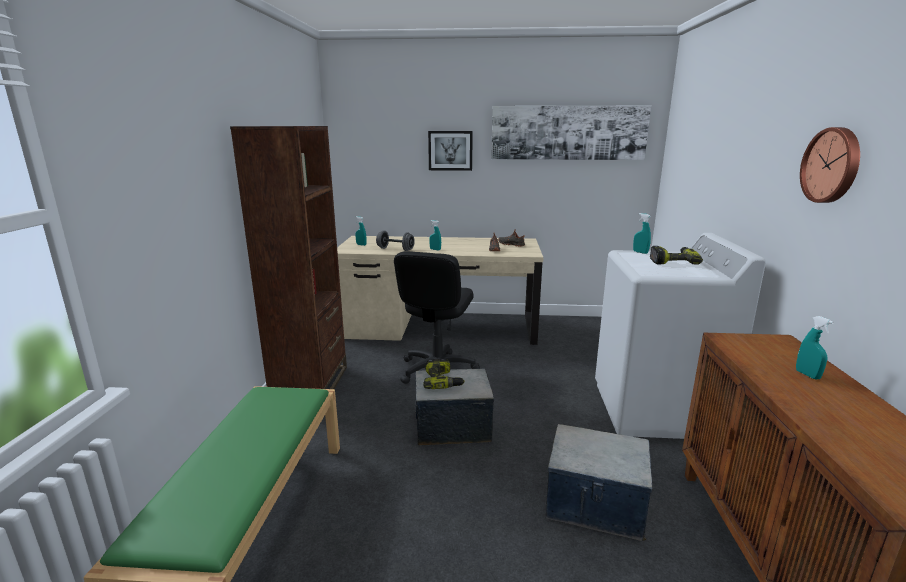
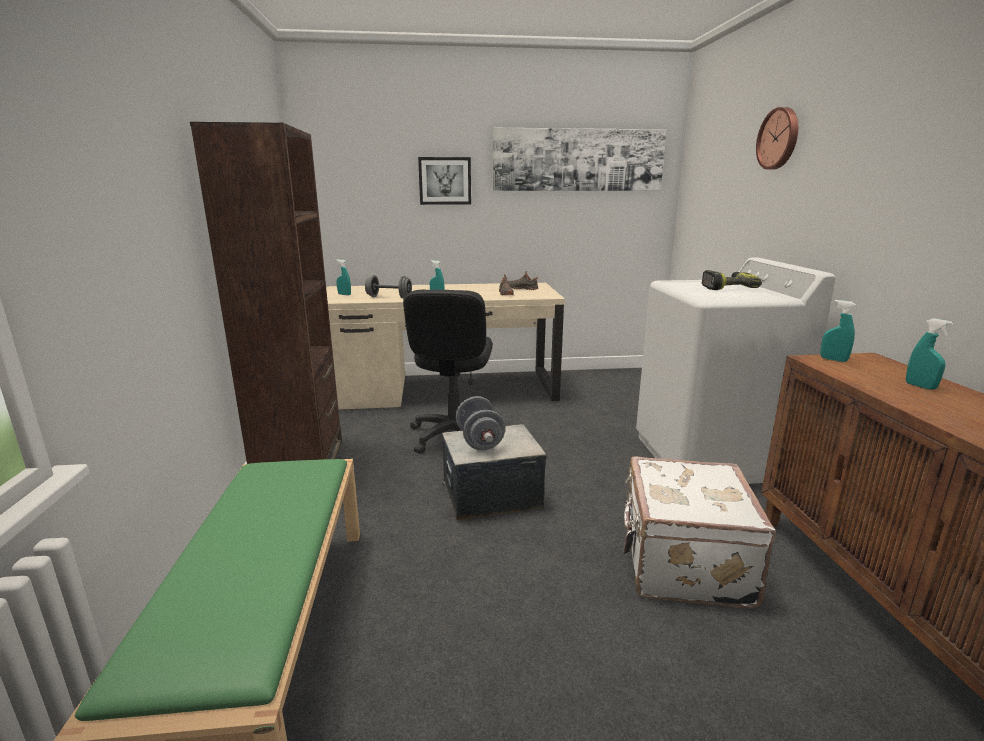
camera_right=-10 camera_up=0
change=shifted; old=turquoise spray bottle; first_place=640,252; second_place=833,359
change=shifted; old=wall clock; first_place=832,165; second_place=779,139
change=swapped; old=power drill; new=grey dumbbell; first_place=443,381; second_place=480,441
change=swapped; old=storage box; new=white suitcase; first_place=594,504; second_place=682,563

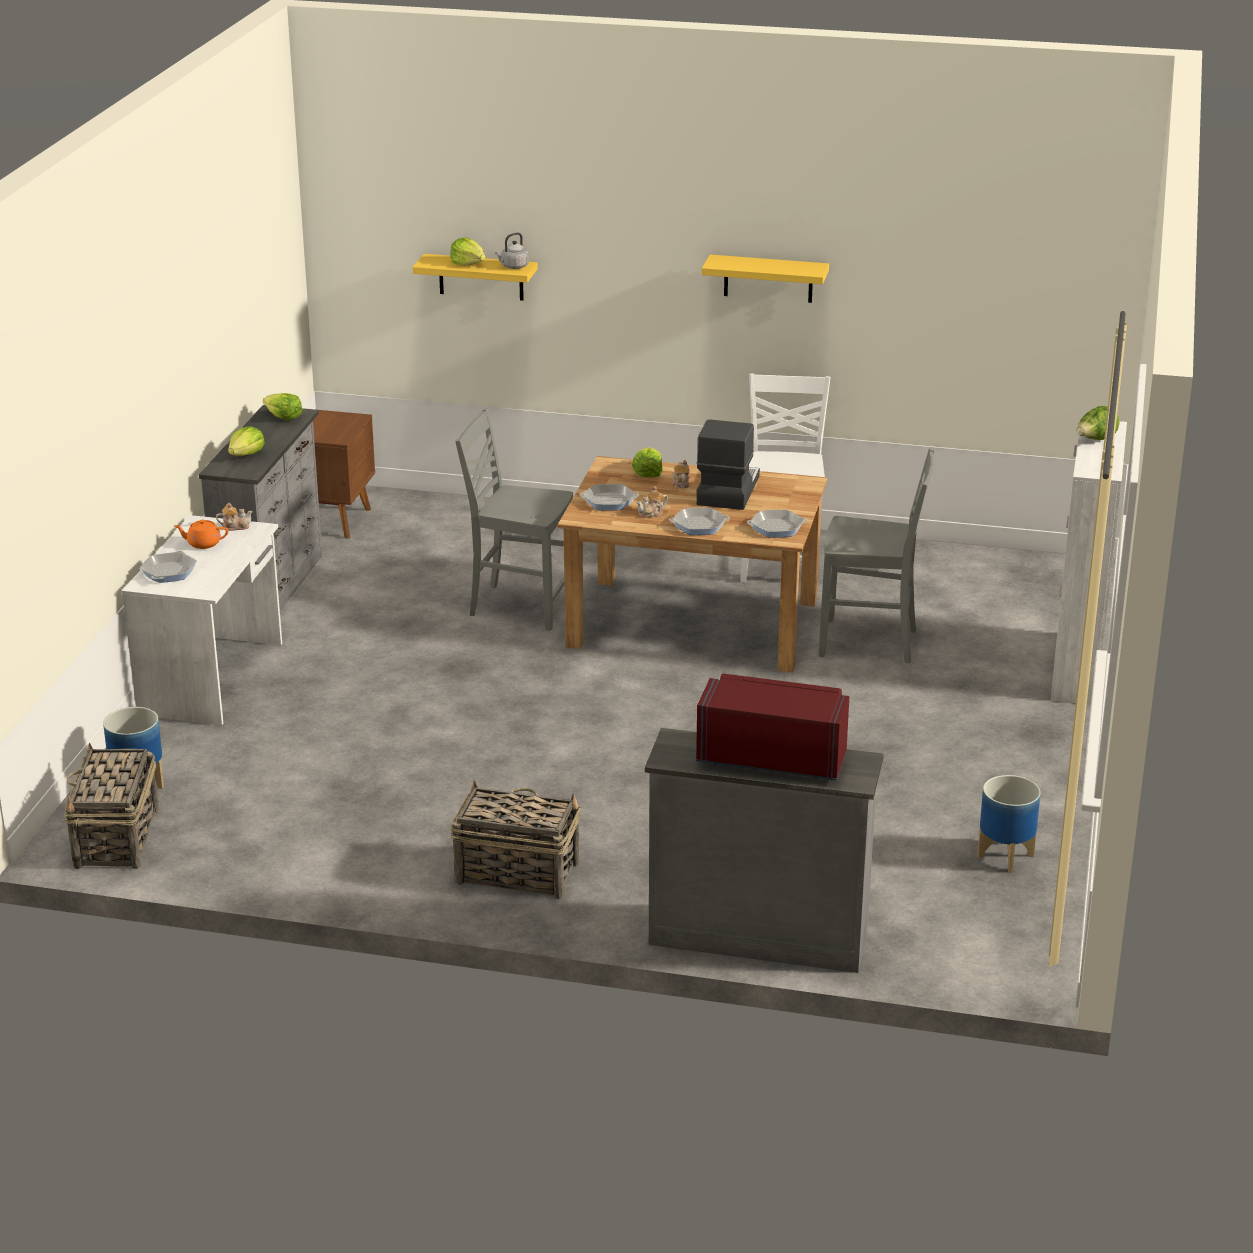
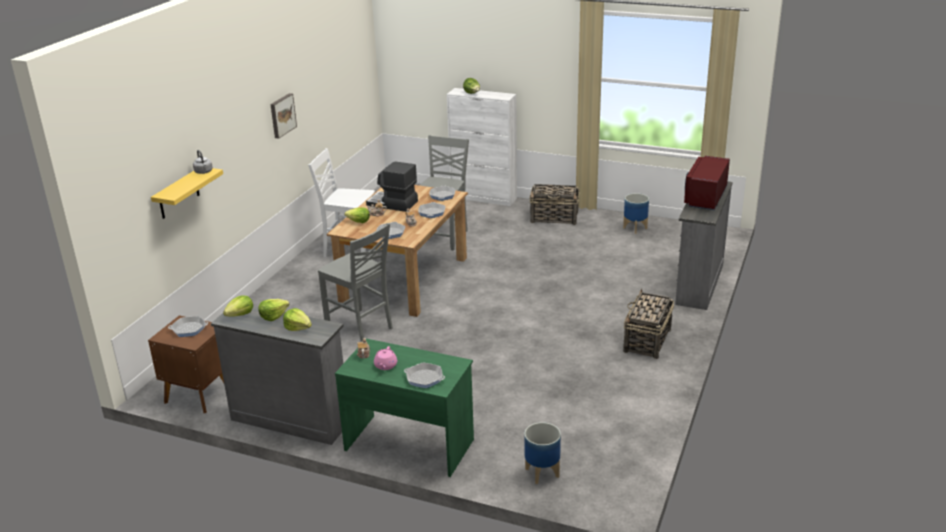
camera_right=-80 camera_up=0
change=new; new=frying pan; second_place=189,329
change=shifted; old=basket; first_place=116,839; second_place=554,218
change=shifted; old=lettuce; first_place=468,264; second_place=273,316
change=swapped; old=yellow shelf; new=picture; first_place=768,278; second_place=282,115
change=repainted; old=white desk; new=green desk; first_place=214,678; second_place=409,444
change=repainted; old=orange teapot; new=pink teapot; first_place=203,544; second_place=385,366
change=rotated; old=grey chair; first_place=519,606; second_place=360,328; degrees=-75

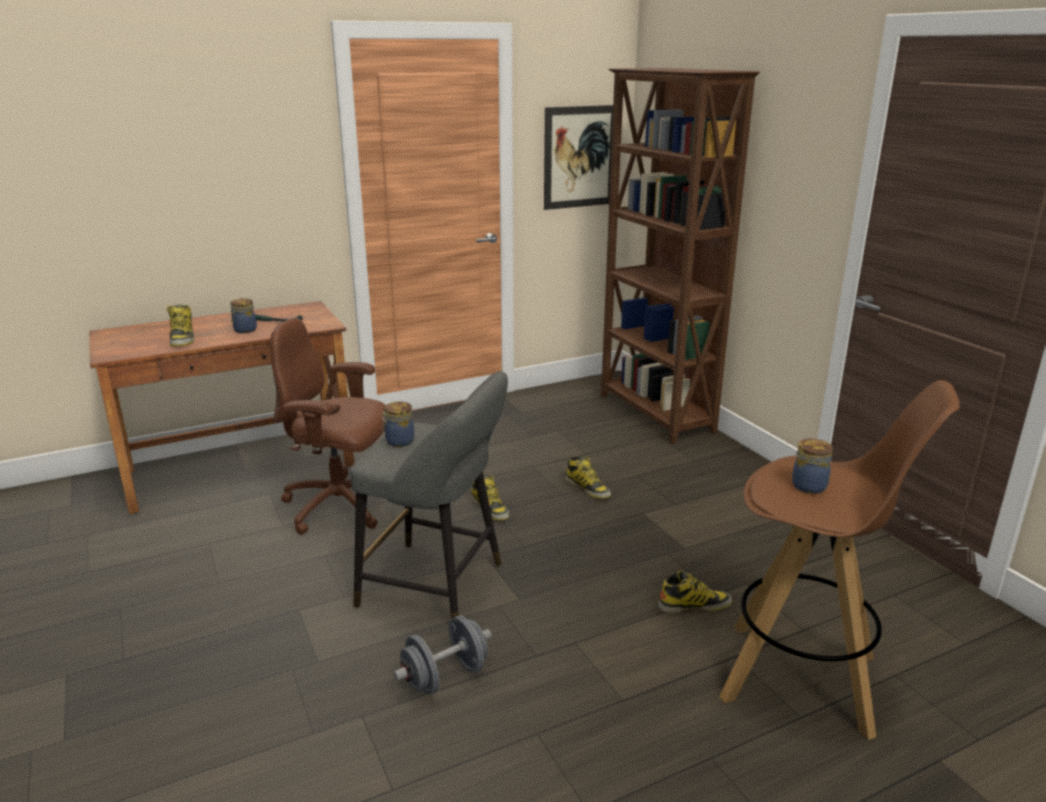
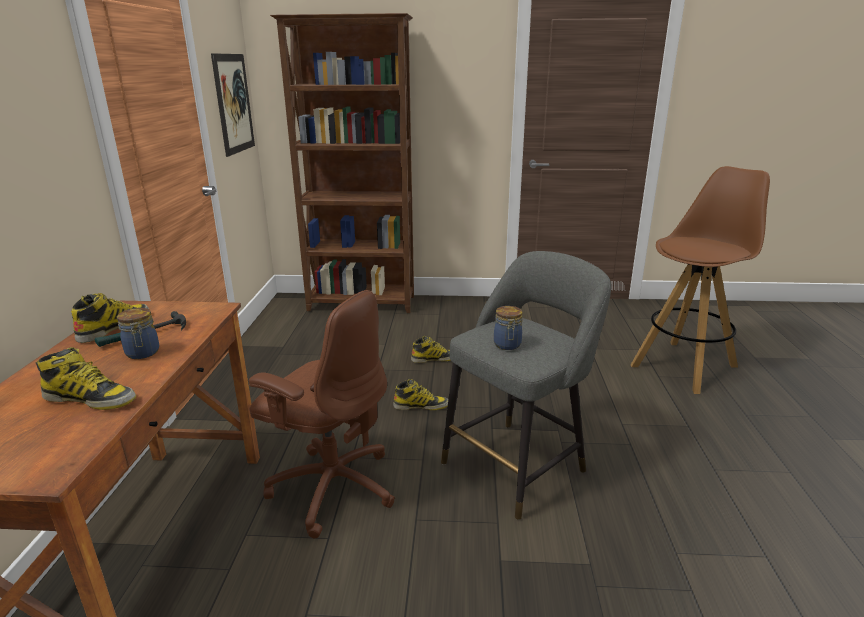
camera_right=-60 camera_up=0
change=gone; old=grey dumbbell; first_place=445,676
change=gone; old=jar; first_place=808,485
change=shifted; old=boot; first_place=694,605; second_place=114,327
change=rotated; old=brown office chair; first_place=340,506; second_place=332,486; degrees=-105

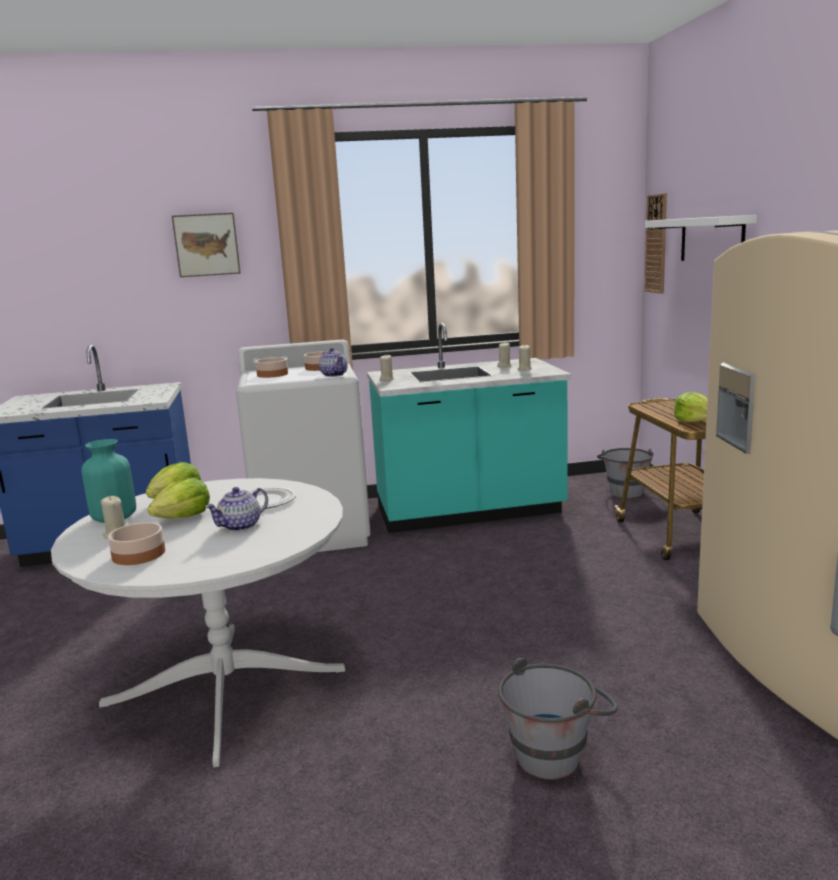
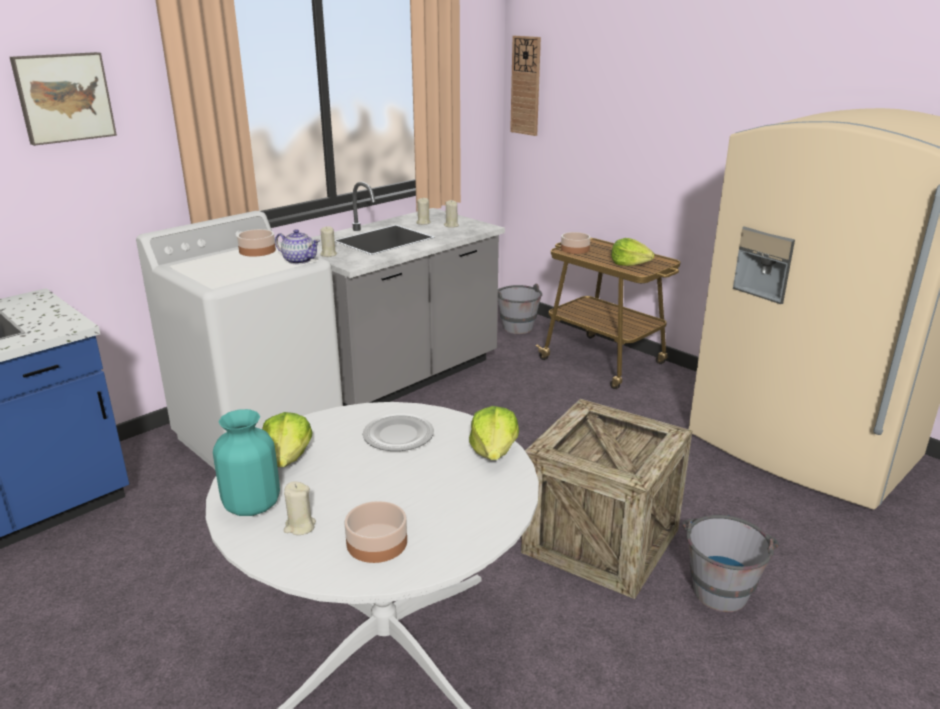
camera_right=-35 camera_up=10
change=gone; old=teapot; first_place=241,526
change=gone; old=white shelf; first_place=711,239
change=new; new=crate; second_place=601,541
change=shifted; old=lettuce; first_place=183,517; second_place=494,451
change=shifted; old=bowl; first_place=272,374; second_place=574,249
change=repainted; old=turquoise counter; new=grey counter; first_place=469,512; second_place=402,378

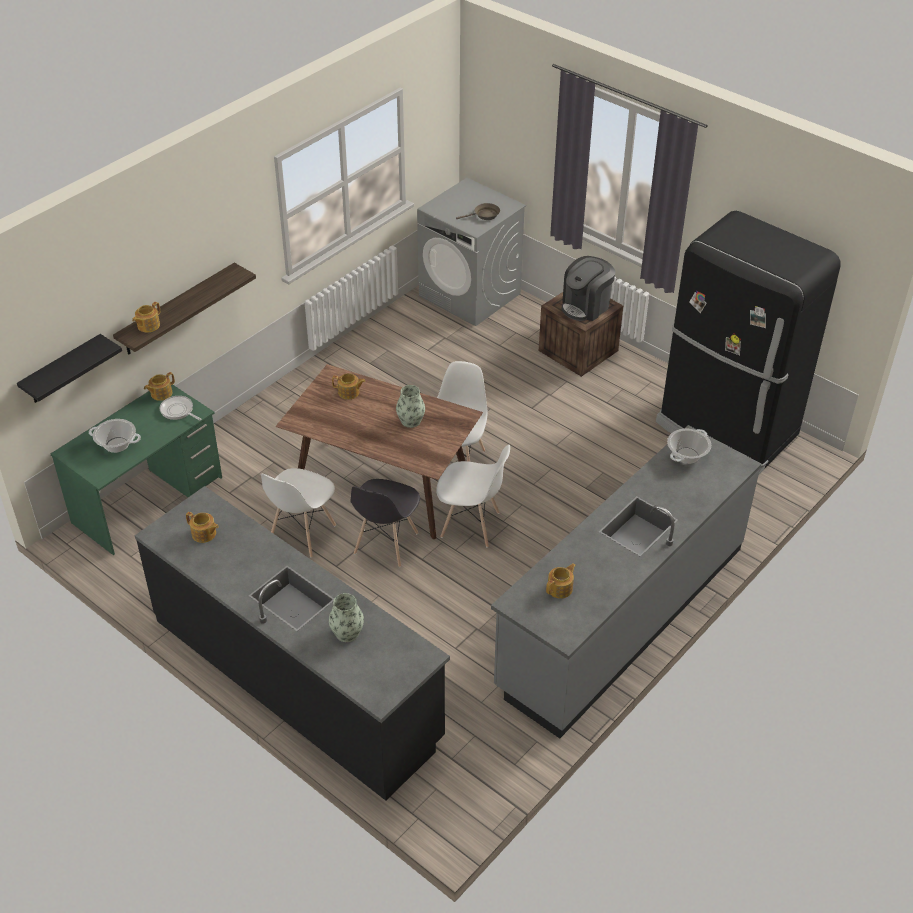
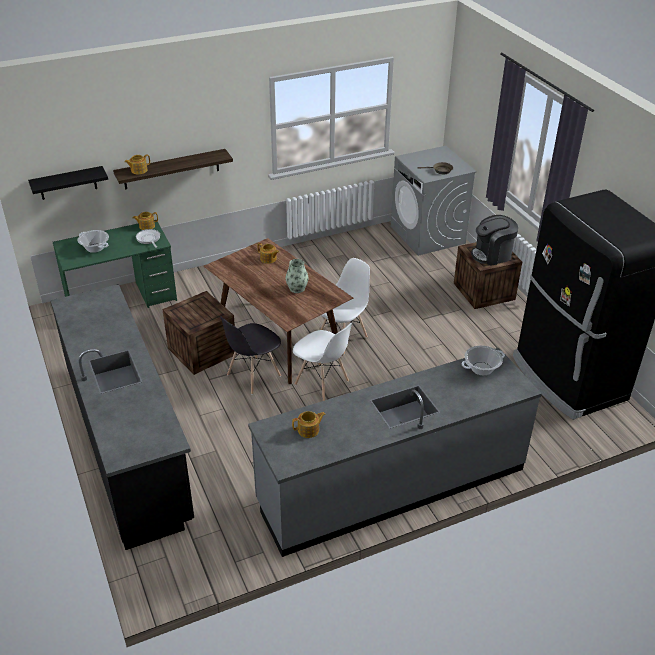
camera_right=25 camera_up=-5
change=gone; old=teapot; first_place=204,534
change=gone; old=vase; first_place=347,632
change=swapped; old=white chair; new=crate; first_place=302,533; second_place=202,351

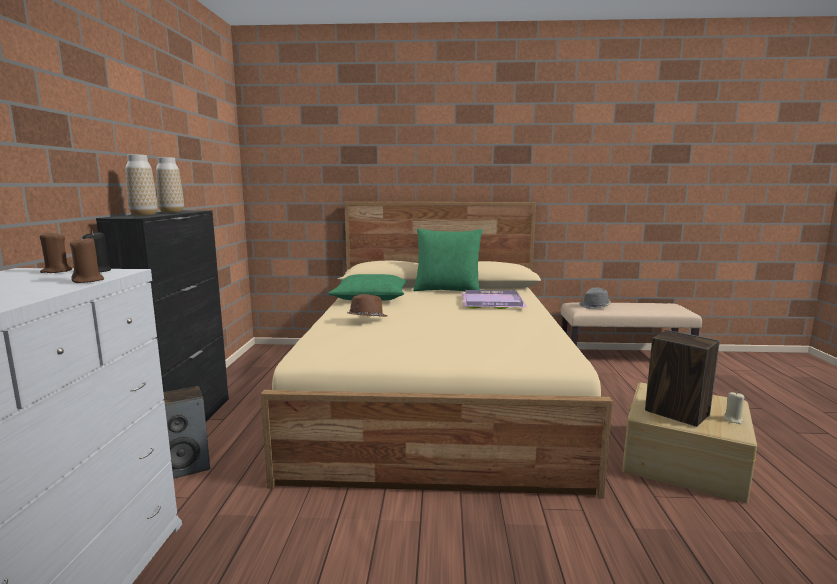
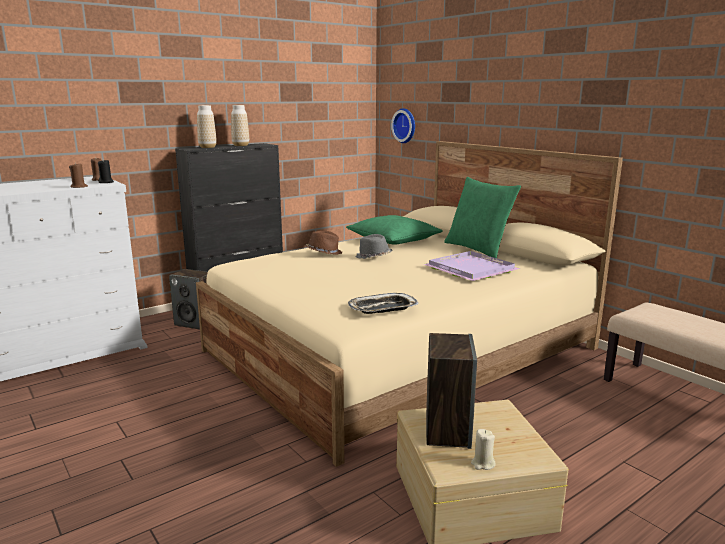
camera_right=50 camera_up=5
change=new; new=tray; second_place=382,309
change=new; new=wall clock; second_place=405,125
change=shifted; old=grey hat; first_place=595,306; second_place=373,257

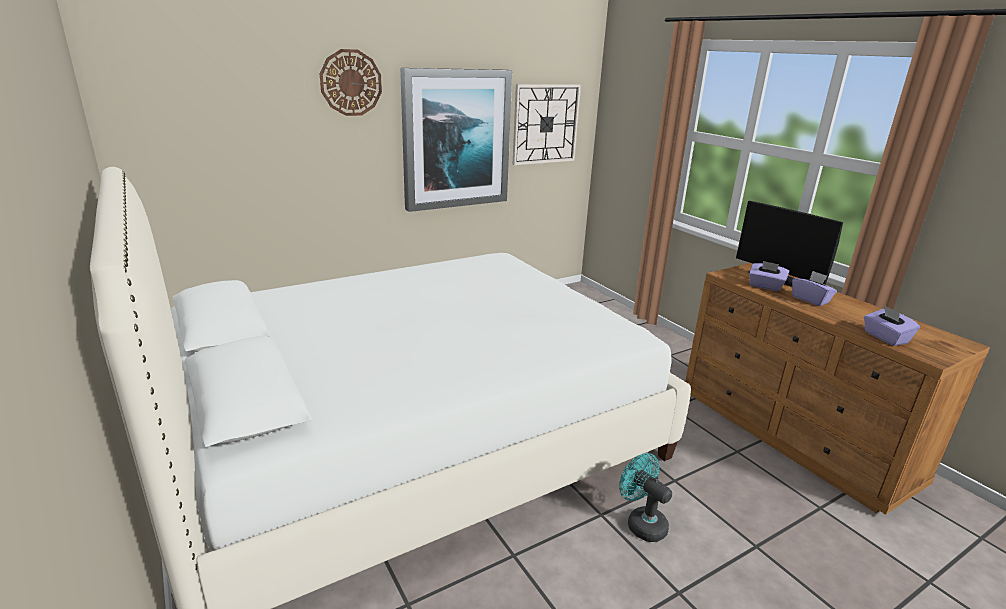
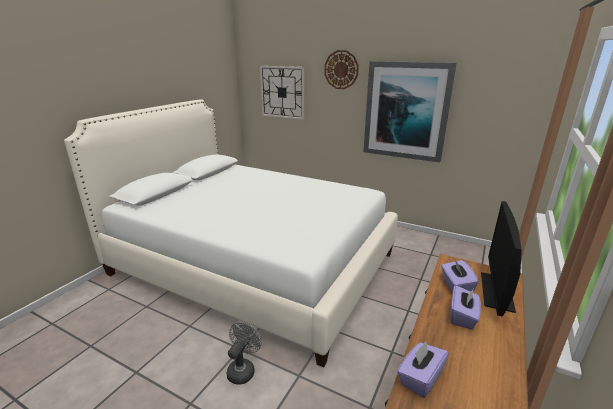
camera_right=60 camera_up=0
change=shifted; old=wall clock; first_place=545,124; second_place=282,92
change=repainted; old=turquoise fan; new=grey fan; first_place=641,523; second_place=243,369

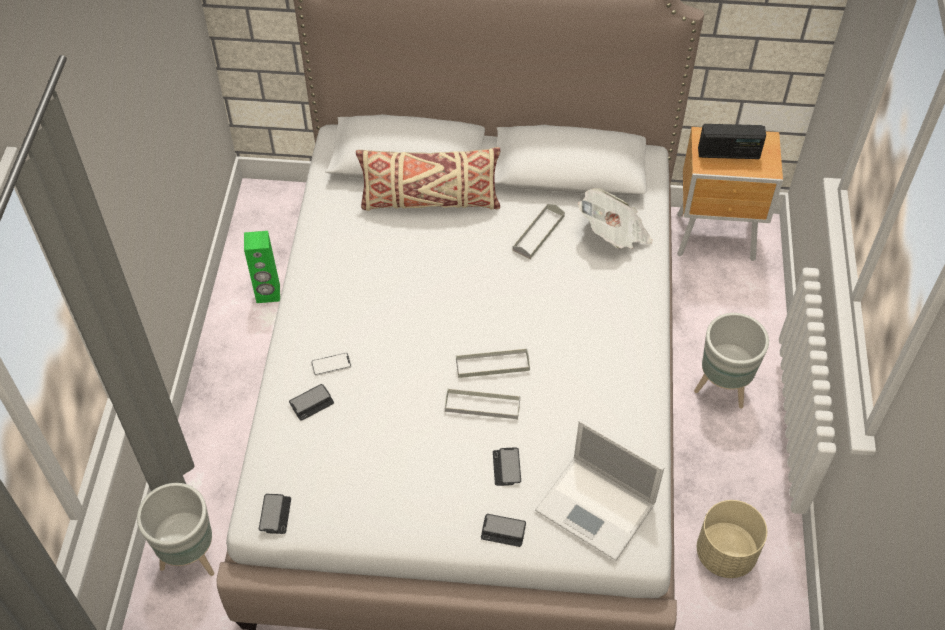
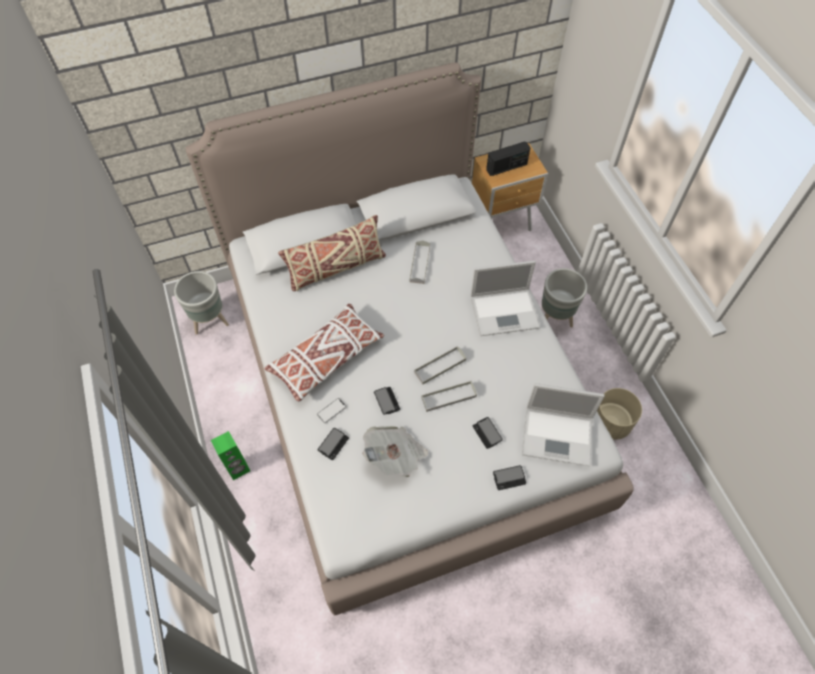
camera_right=-25 camera_up=5
change=new; new=white pillow; second_place=326,358
change=new; new=laptop; second_place=505,311
change=shifted; old=grey planter; first_place=191,557; second_place=211,321
change=shifted; old=green speaker; first_place=268,294; second_place=238,469
change=shifted; old=phone; first_place=275,514; second_place=387,401
change=shifted; old=newspaper; first_place=614,233; second_place=395,456

